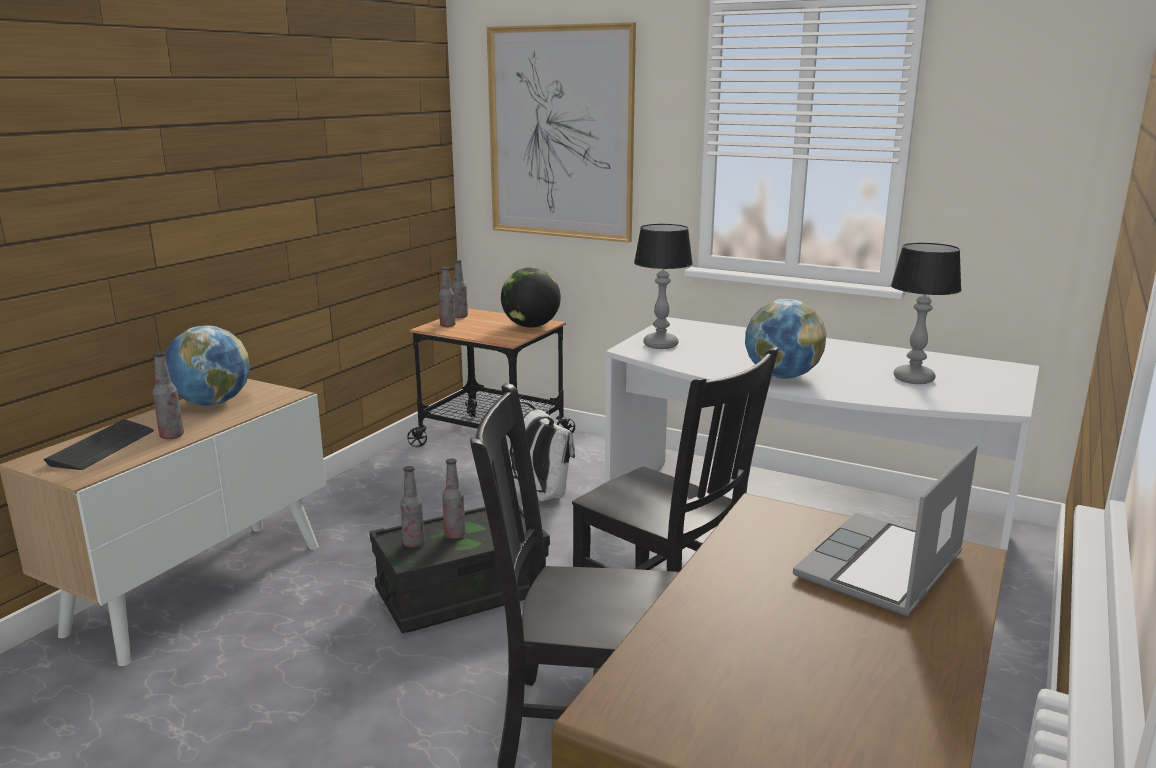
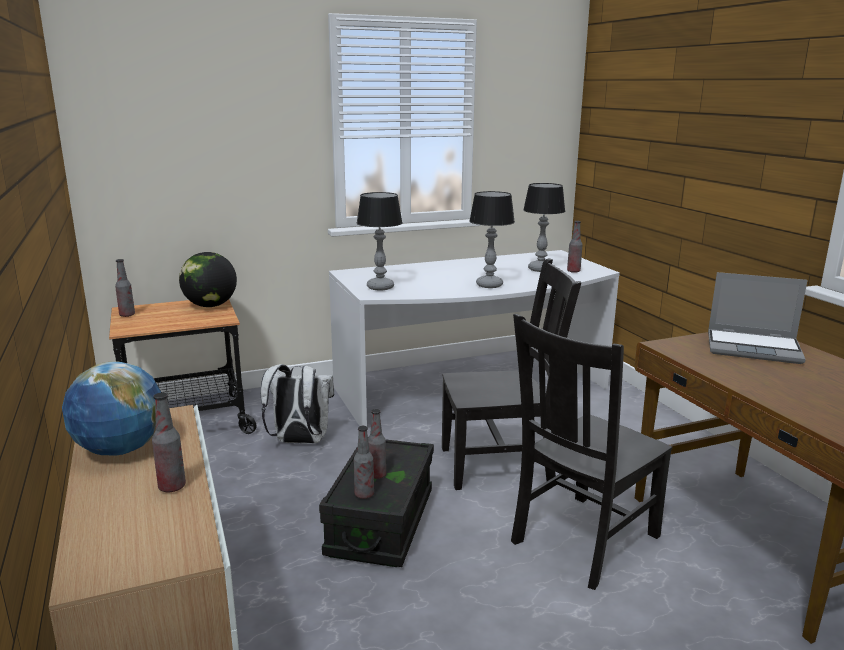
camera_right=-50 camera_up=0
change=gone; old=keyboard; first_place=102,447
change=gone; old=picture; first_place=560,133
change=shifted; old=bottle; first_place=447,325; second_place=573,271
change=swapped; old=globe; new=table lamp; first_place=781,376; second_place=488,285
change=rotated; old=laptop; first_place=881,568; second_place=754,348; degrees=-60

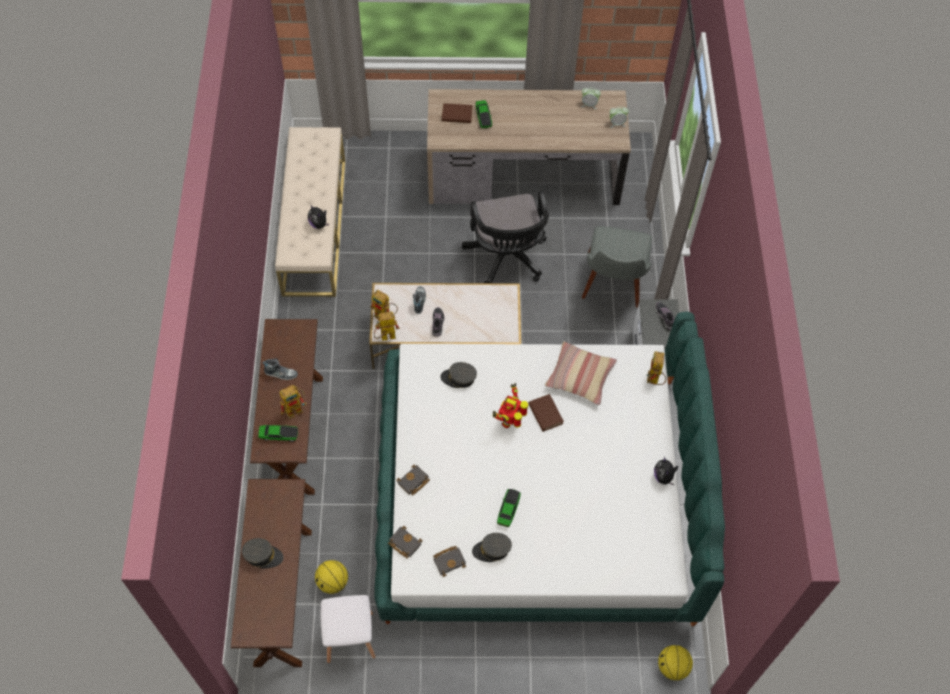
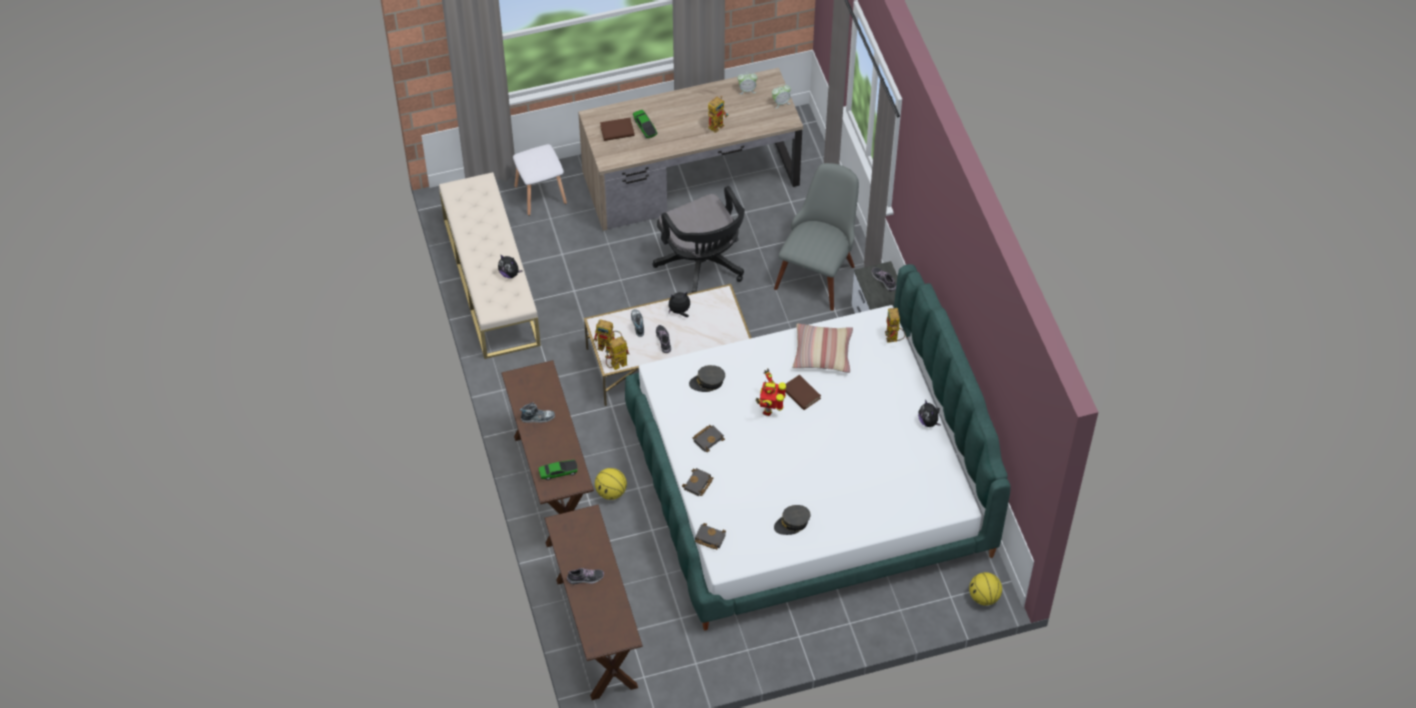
camera_right=-15 camera_up=-5
change=gone; old=toy car; first_place=508,510
change=new; new=plush toy; second_place=679,311
change=shifted; old=toy robot; first_place=296,408; second_place=717,124
change=shifted; old=basketball; first_place=333,582; second_place=611,492
change=shifted; old=white stool; first_place=351,636; second_place=541,194
change=shifted; old=black book; first_place=449,560; second_place=708,438
change=swapped; old=grey cap; new=shoe; first_place=263,556; second_place=585,578
change=rotated; old=grey chair; first_place=613,288; second_place=819,269; degrees=-150

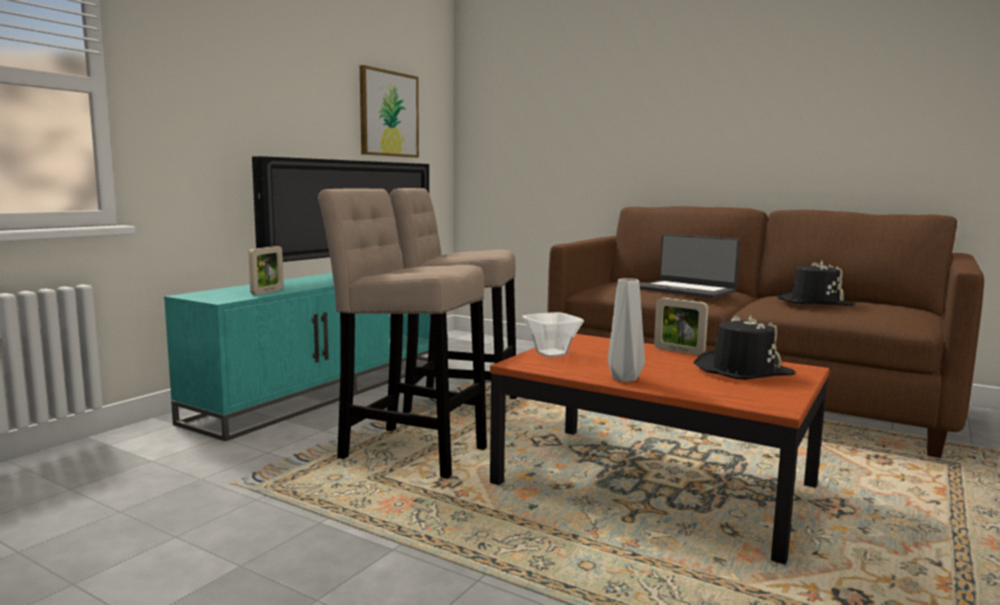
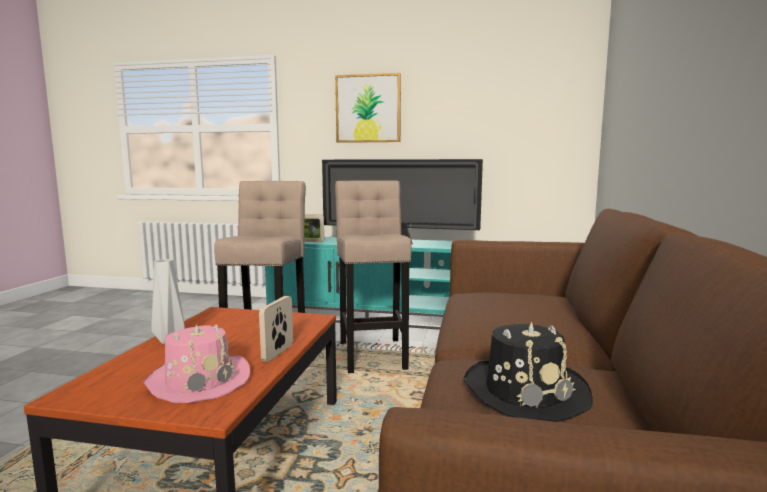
camera_right=70 camera_up=0
change=gone; old=bowl; first_place=552,353
change=gone; old=laptop; first_place=686,290
change=shifted; old=picture; first_place=388,114; second_place=368,108
change=repainted; old=black hat; new=pink hat; first_place=742,371; second_place=199,380

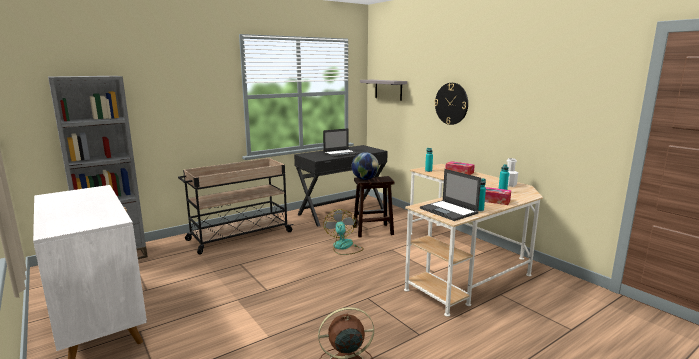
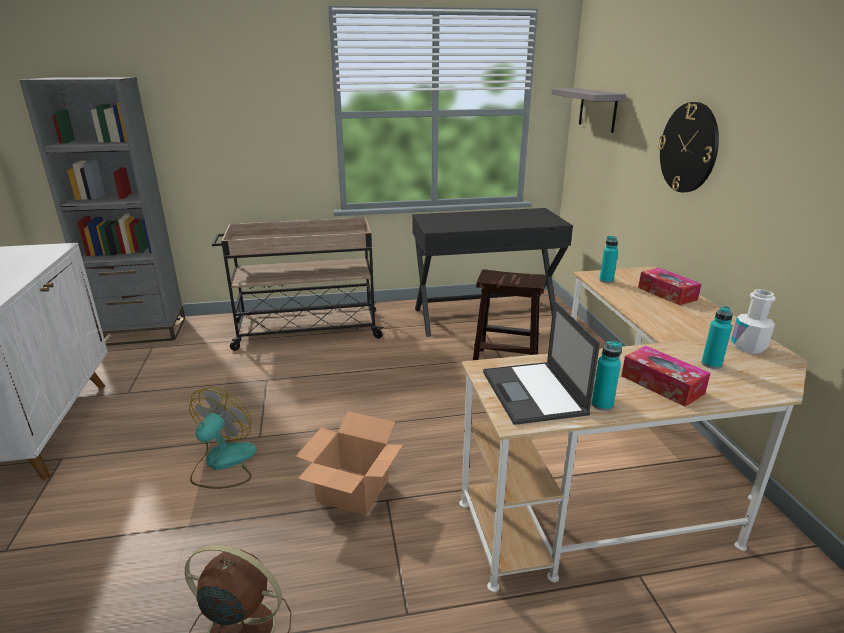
camera_right=25 camera_up=10
change=gone; old=laptop; first_place=341,153
change=gone; old=globe; first_place=365,179
change=new; new=cardboard box; second_place=353,491
change=shifted; old=fan; first_place=344,247; second_place=223,463

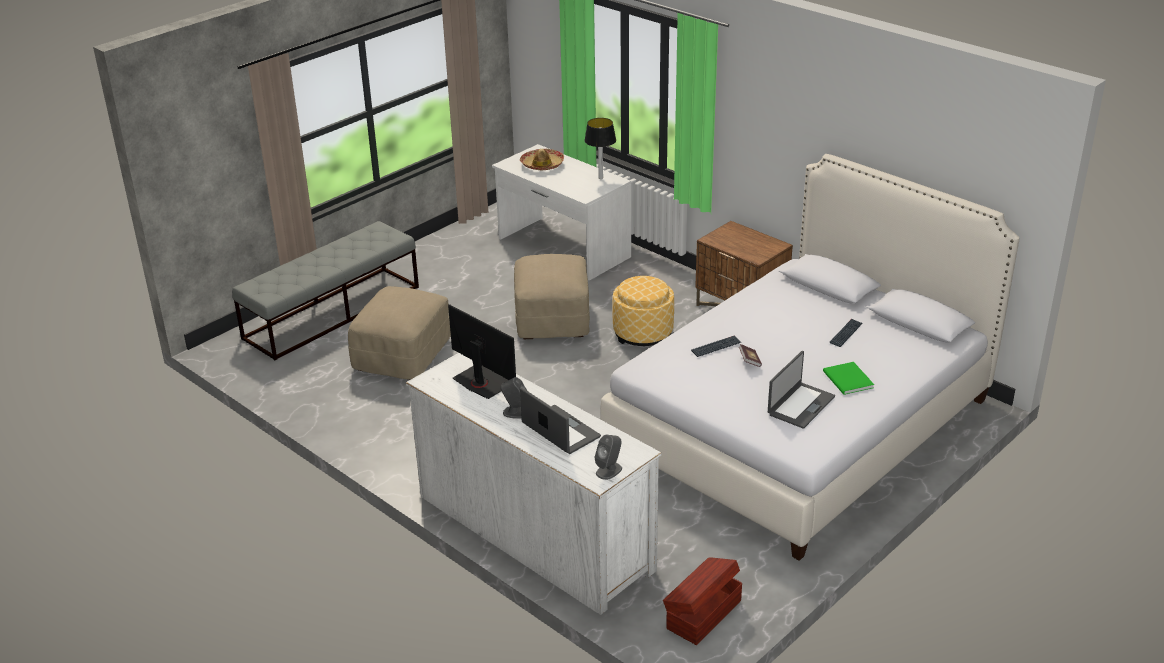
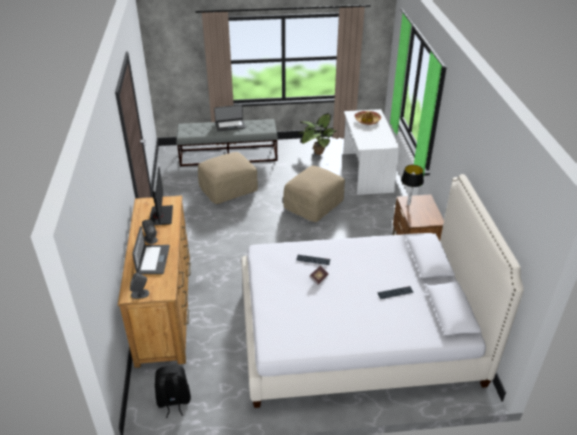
camera_right=40 camera_up=5
change=gone; old=ottoman; first_place=643,333
change=gone; old=green book; first_place=847,380
change=new; new=potted plant; second_place=317,152
change=shifted; old=table lamp; first_place=601,178; second_place=408,204
change=shifted; old=laptop; first_place=800,405; second_place=230,125
change=swapped; old=brown storage box; new=black backpack; first_place=702,614; second_place=173,401
change=repainted; old=white dresser; new=brown dresser; first_place=534,532; second_place=164,307

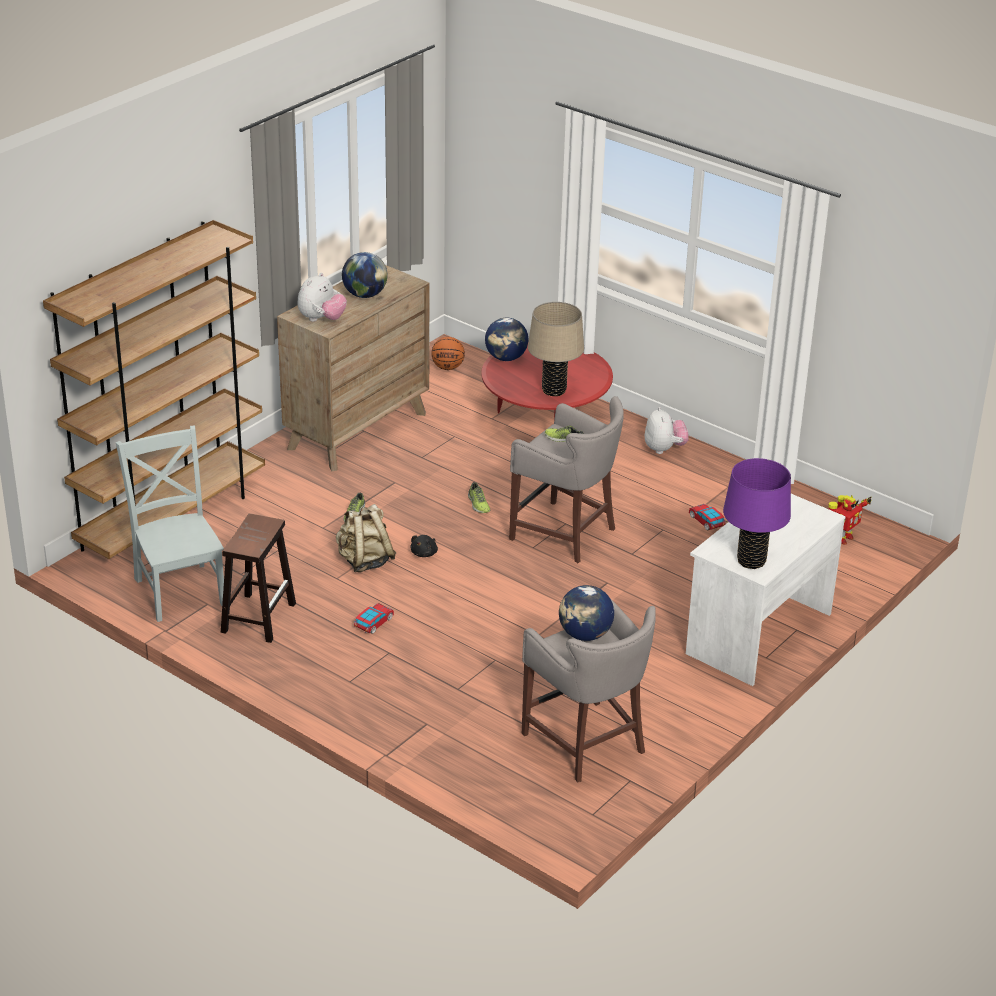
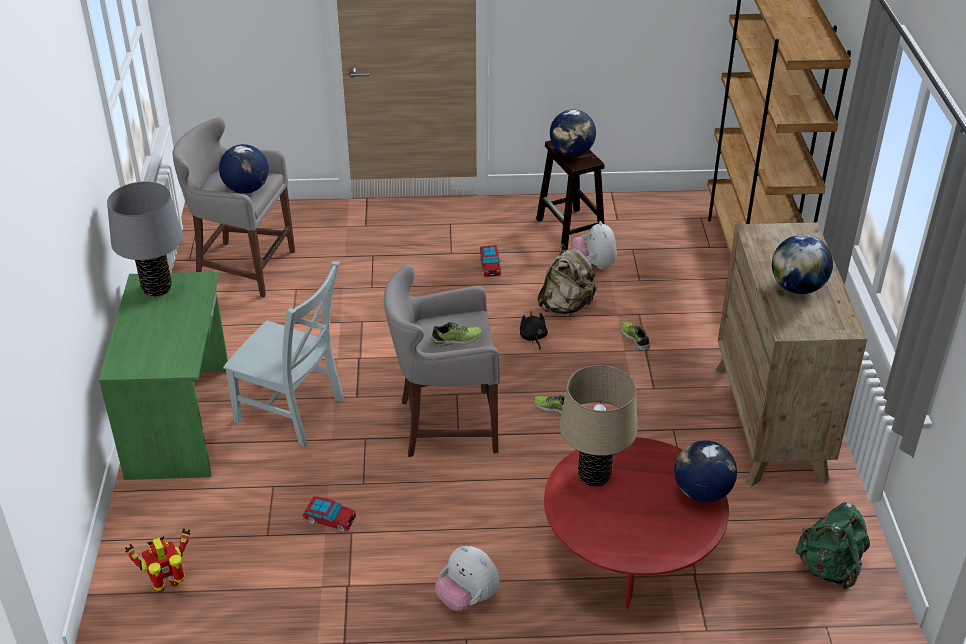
camera_right=140 camera_up=5
change=new; new=globe; second_place=572,153
change=shifted; old=grey chair; first_place=179,589; second_place=293,412
change=shifted; old=plush toy; first_place=321,319; second_place=593,264
change=swapped; old=basketball; new=green backpack; first_place=447,367; second_place=829,568
change=repainted; old=white desk; new=green desk; first_place=757,633; second_place=181,421
change=repainted; old=purple table lamp; new=grey table lamp; first_place=751,561; second_place=157,288
change=rotated; old=toy robot; first_place=843,539; second_place=168,586; degrees=60

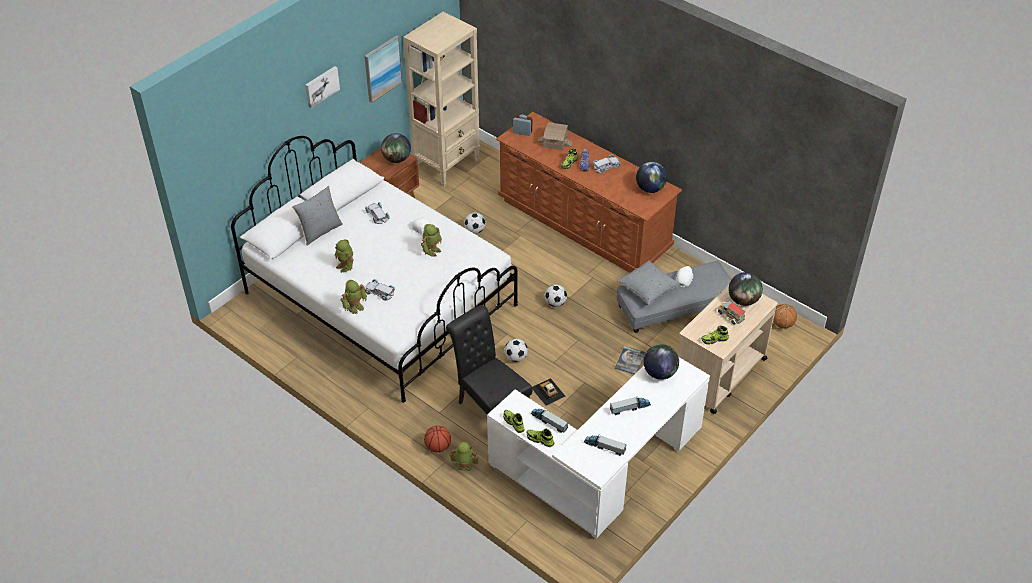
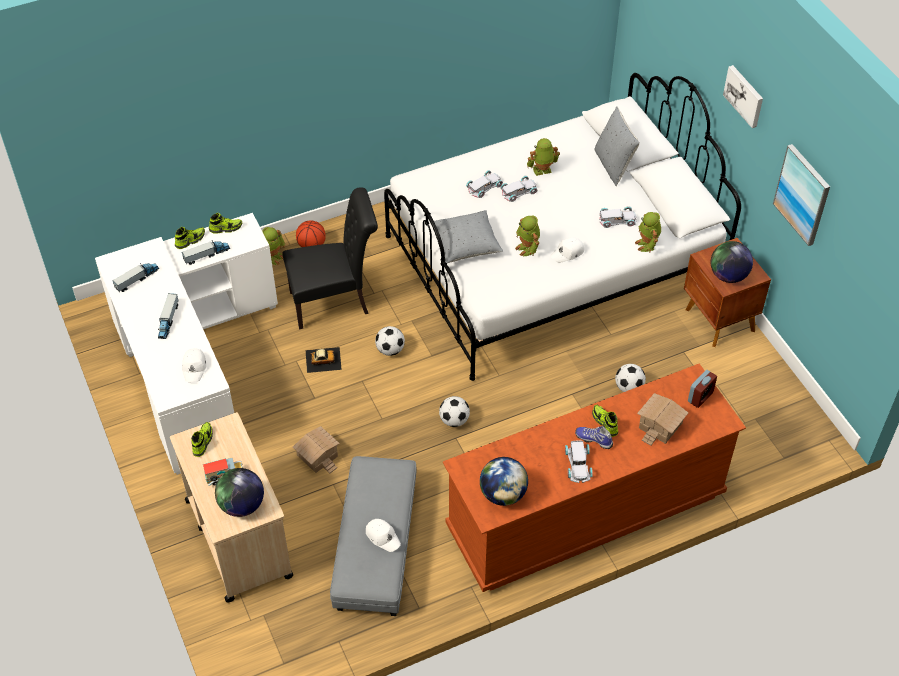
camera_right=115 camera_up=5
change=gone; old=beige bookcase; first_place=447,164
change=gone; old=basketball; first_place=782,324
change=new; new=white toy car; second_place=519,191
change=shifted; old=toy robot; first_place=355,306; second_place=647,244
change=shifted; old=grey pillow; first_place=648,289; second_place=466,245
change=swapped; old=book; new=toy house; first_place=630,361; second_place=318,455
change=swapped; old=globe; new=white cap; first_place=659,373; second_place=194,367

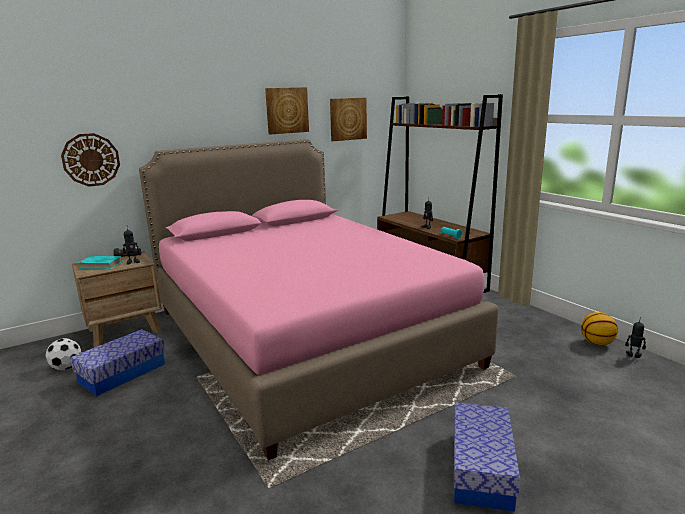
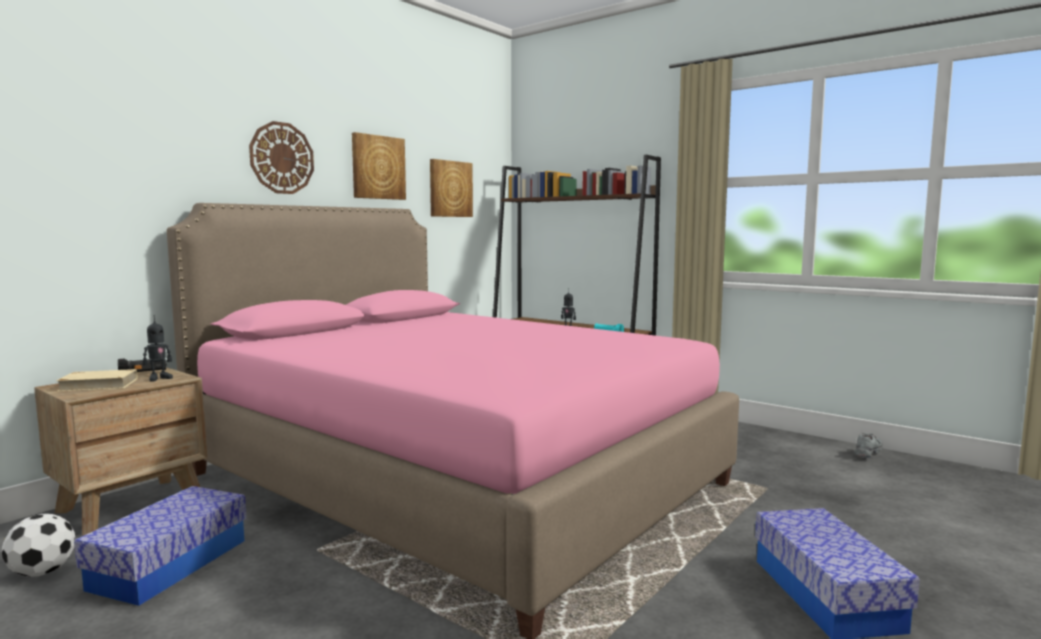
camera_right=-20 camera_up=-10
change=gone; old=basketball; first_place=596,343
change=shifted; old=wall clock; first_place=91,160; second_place=282,158
change=swapped; old=toy robot; new=grey shoe; first_place=633,356; second_place=867,453
change=repainted; old=turquoise book; new=beige book; first_place=100,265; second_place=98,385

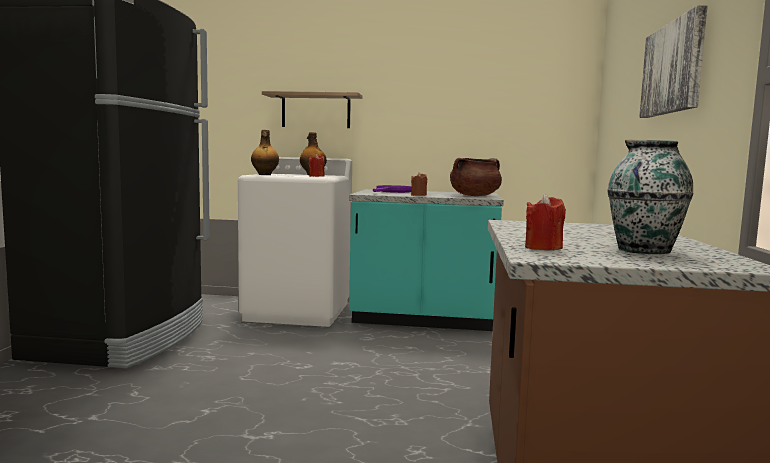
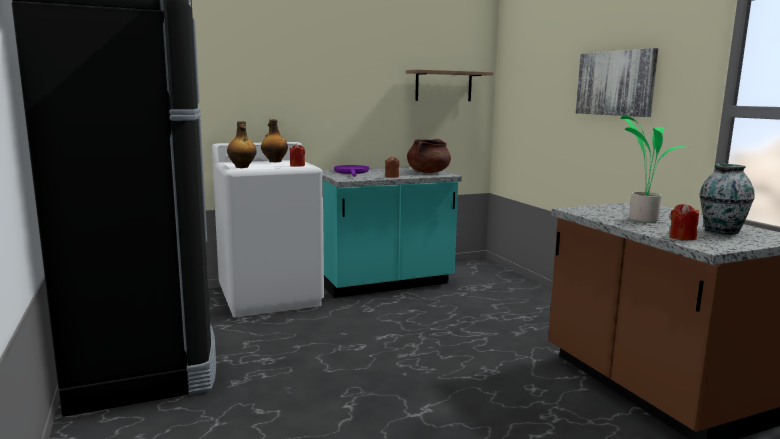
camera_right=-30 camera_up=5
change=new; new=potted plant; second_place=642,219
change=shifted; old=shelf; first_place=316,111; second_place=443,86

